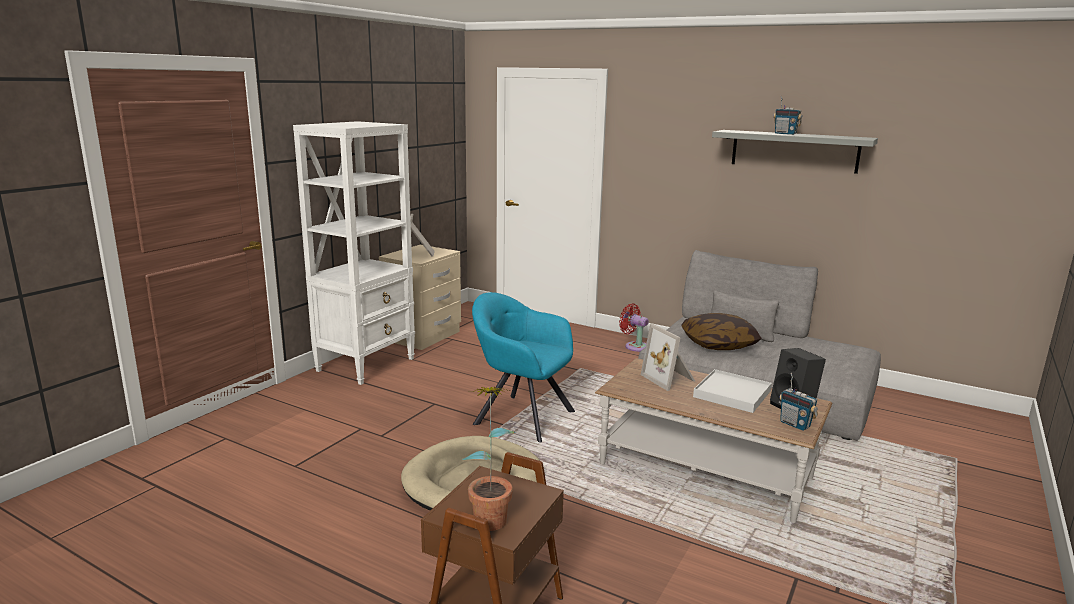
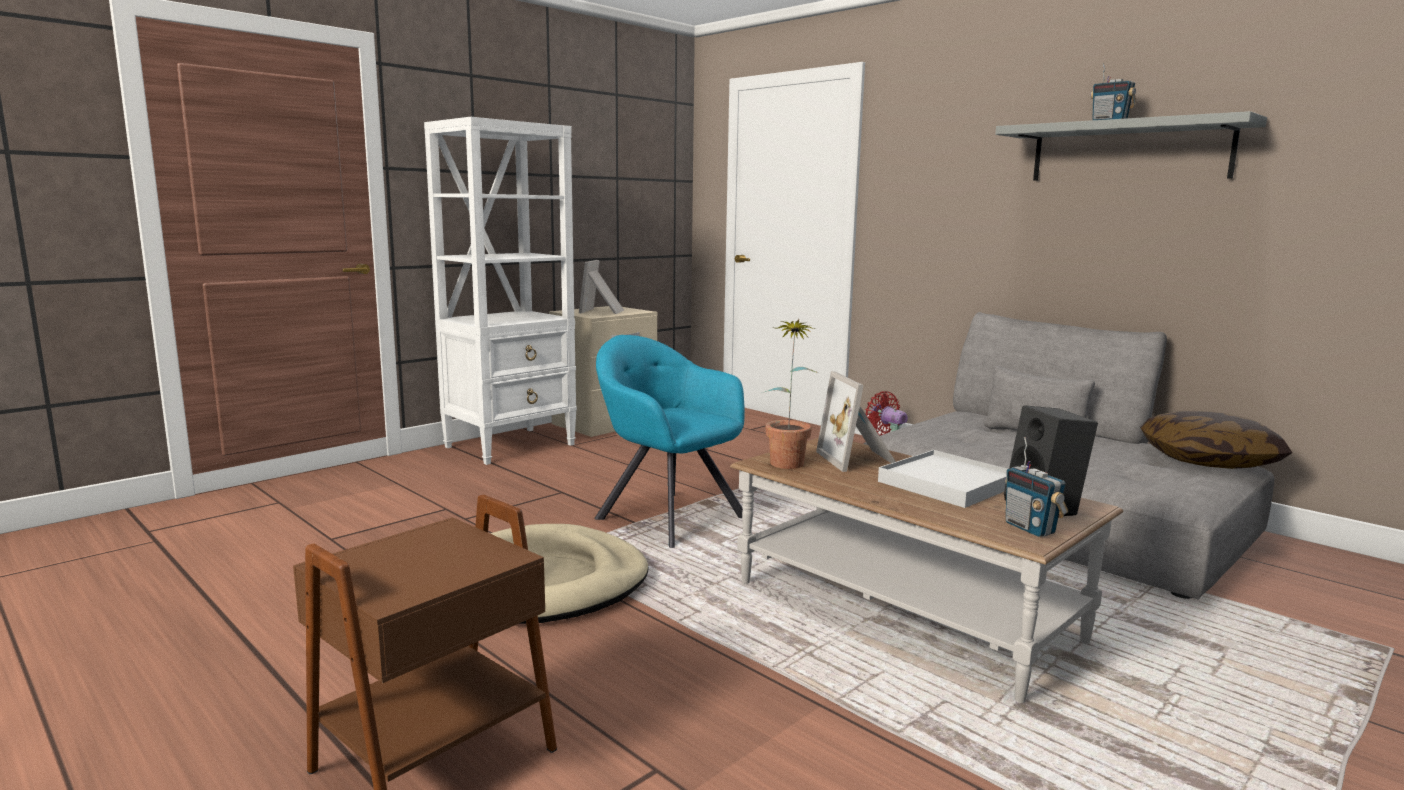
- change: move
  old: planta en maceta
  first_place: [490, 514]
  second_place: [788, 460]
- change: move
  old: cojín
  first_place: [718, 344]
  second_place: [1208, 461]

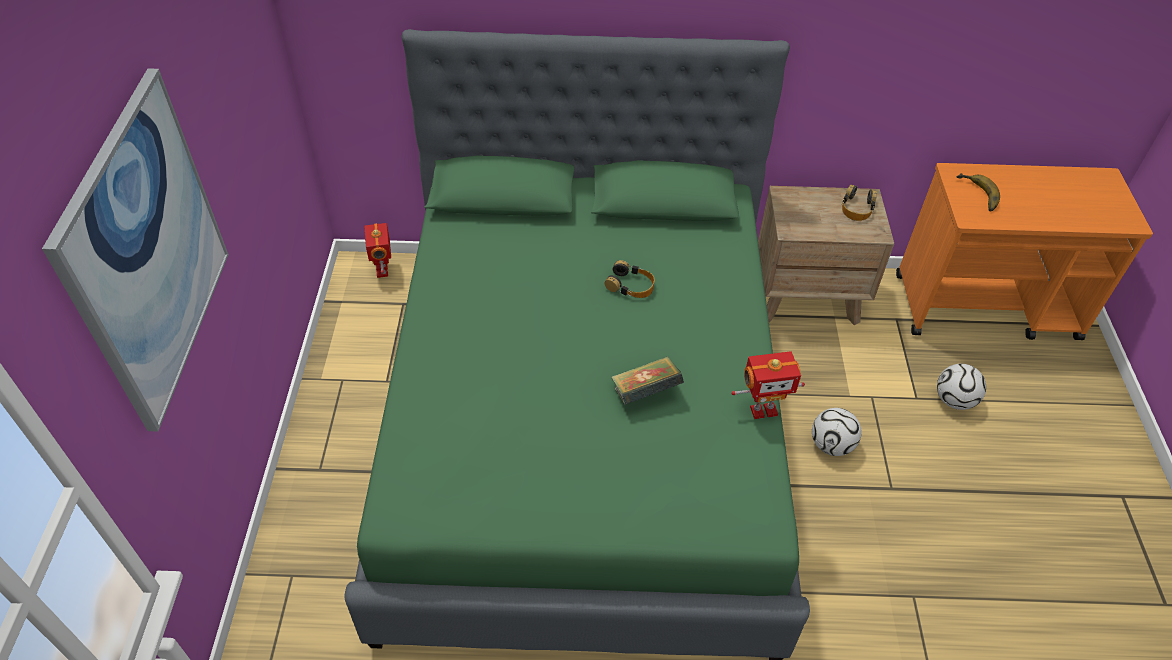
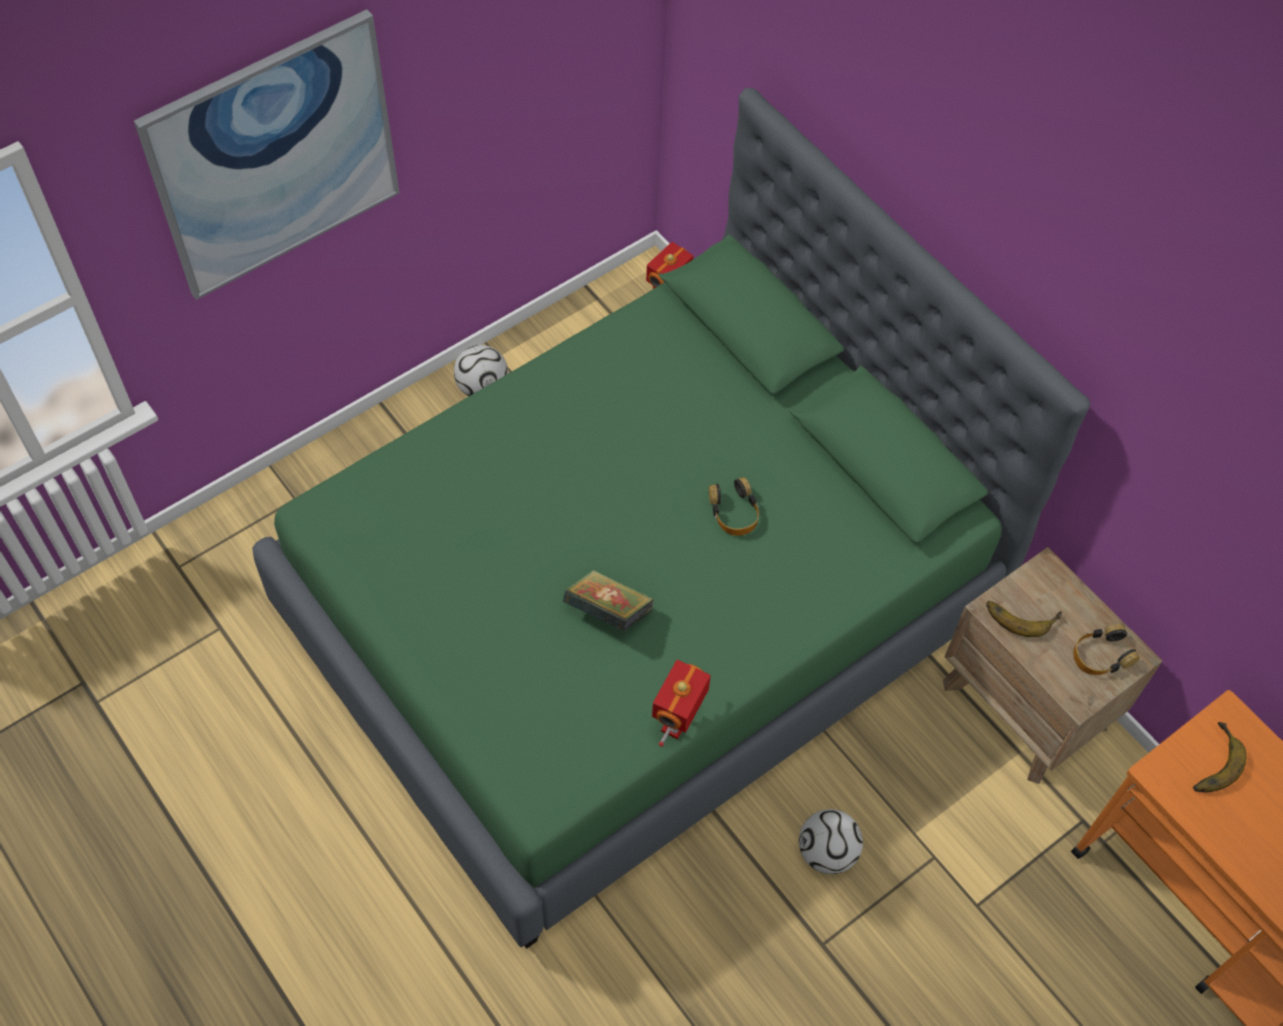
- change: move
  old: balón de fútbol
  first_place: [954, 400]
  second_place: [482, 388]
- change: rotate
  old: robot de juguete
  first_place: [763, 409]
  second_place: [677, 724]
  degrees: 75
- change: insert
  new: plátano
  second_place: [1021, 614]

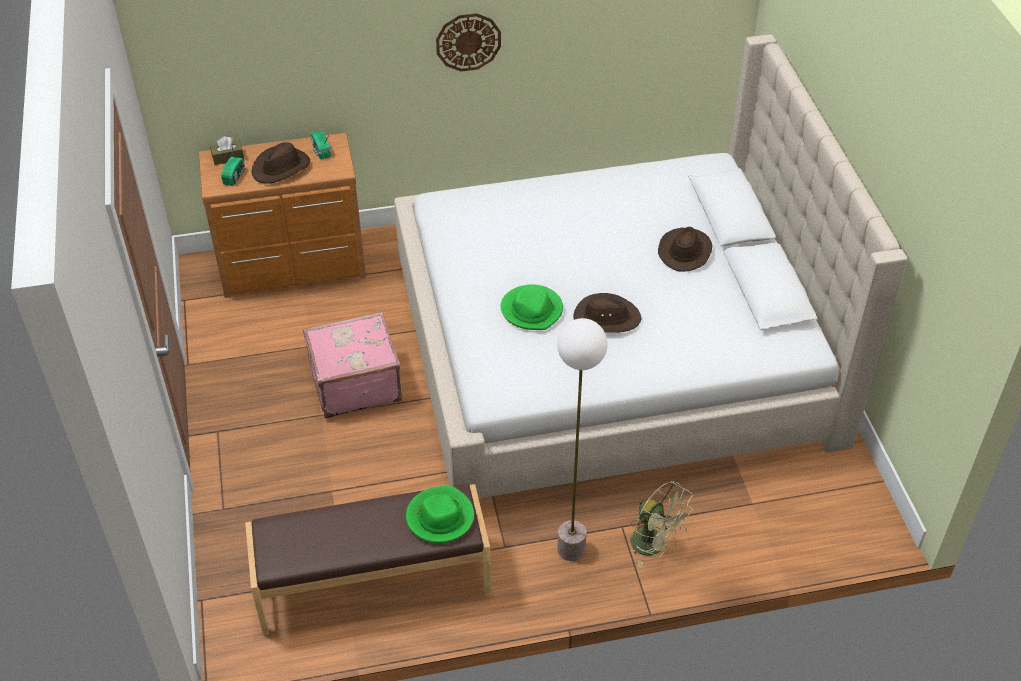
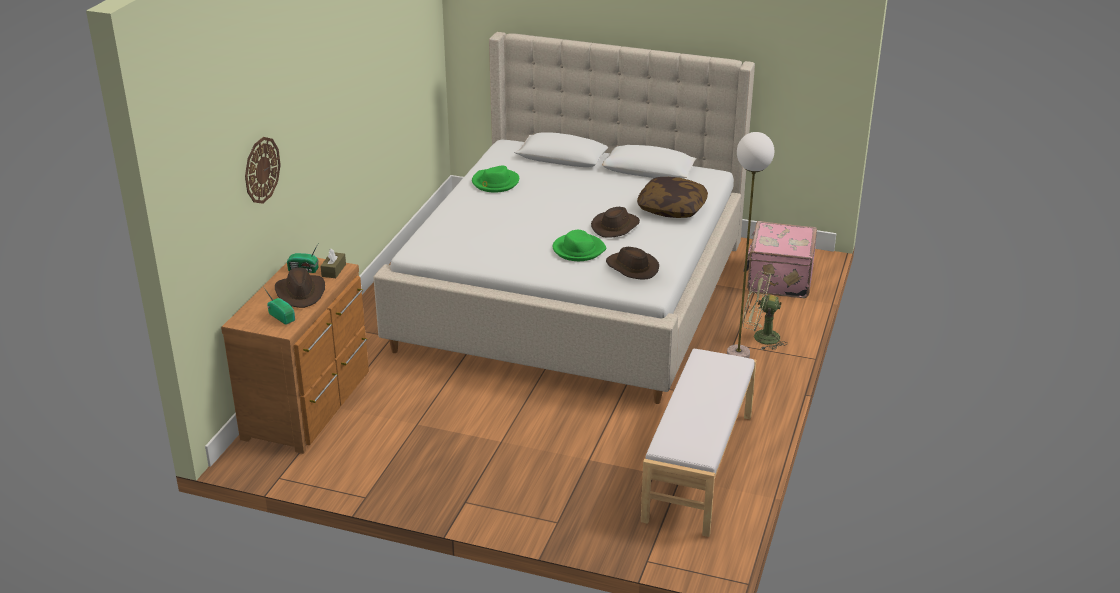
- change: move
  old: reloj de pared
  first_place: [468, 41]
  second_place: [261, 170]
- change: move
  old: caja de pañuelos (marrón)
  first_place: [228, 157]
  second_place: [333, 270]
- change: move
  old: sombrero (verde)
  first_place: [439, 517]
  second_place: [495, 183]
- change: move
  old: sombrero (marrón)
  first_place: [684, 251]
  second_place: [631, 267]
- change: insert
  new: cojín
  second_place: [672, 208]
- change: recolor
  old: banco (marrón)
  new: banco (blanco)
  first_place: [373, 584]
  second_place: [700, 467]
- change: move
  old: maleta (rosa)
  first_place: [354, 384]
  second_place: [778, 280]
- change: rotate
  old: ventilador (verde)
  first_place: [654, 546]
  second_place: [760, 337]
  degrees: -150

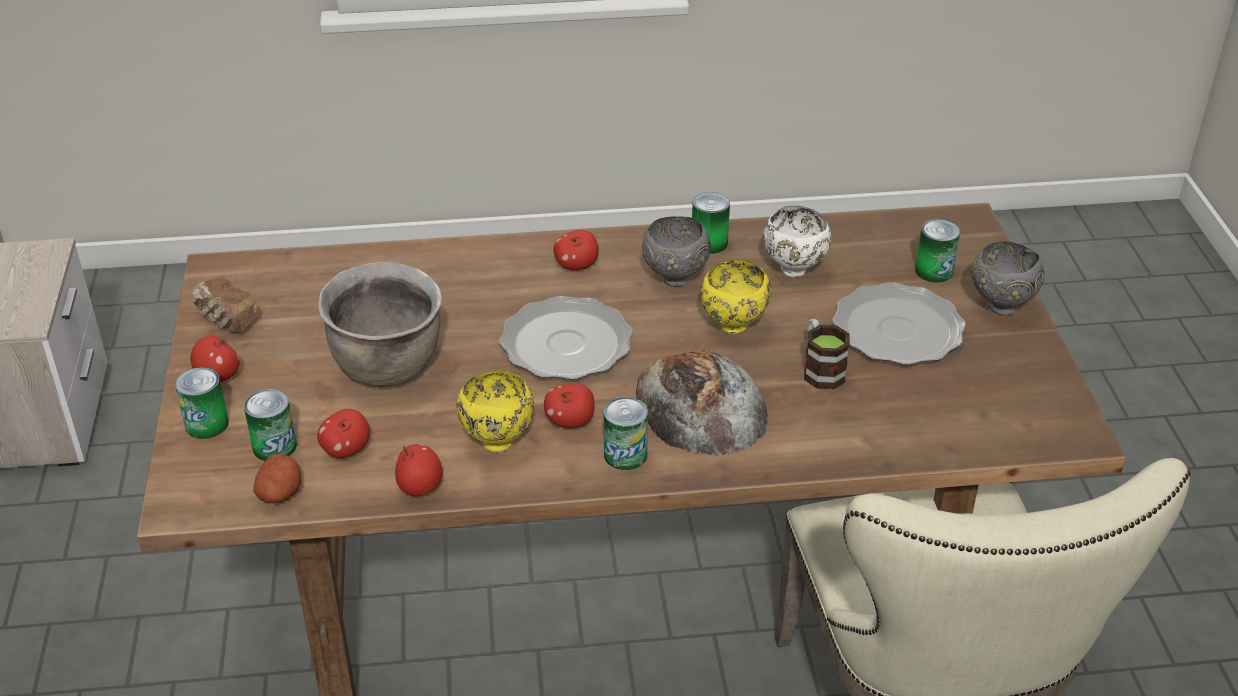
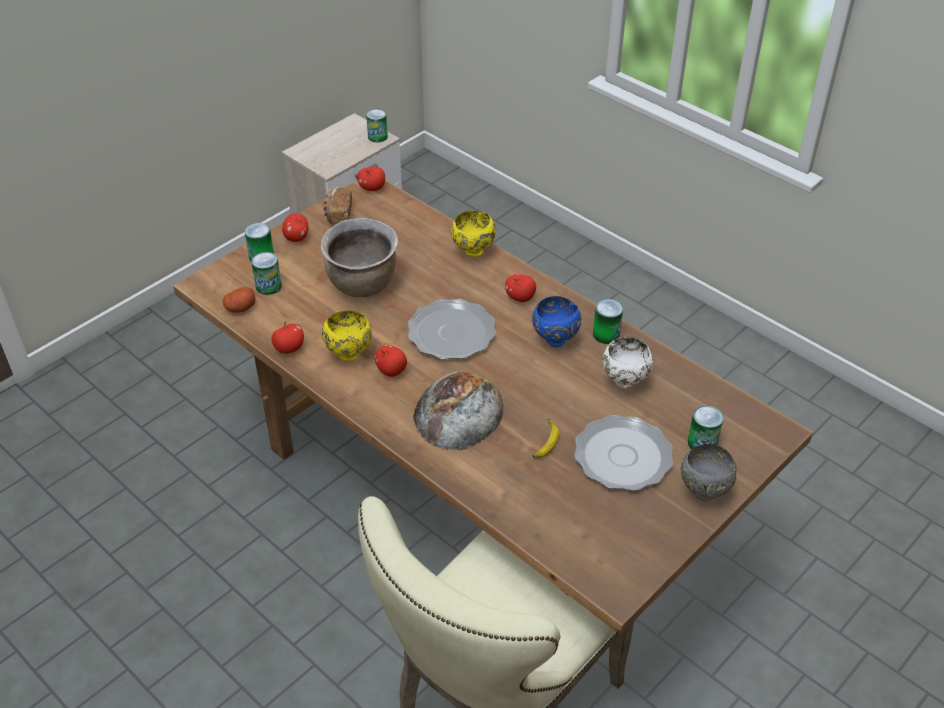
- change: move
  old: manzana
  first_place: [346, 450]
  second_place: [372, 188]
- change: move
  old: lata
  first_place: [625, 455]
  second_place: [377, 136]
- change: move
  old: cuenco (amarillo)
  first_place: [733, 327]
  second_place: [472, 252]
- change: recolor
  old: cuenco (gris)
  new: cuenco (azul)
  first_place: [674, 280]
  second_place: [554, 340]
- change: replace
  old: taza grande
  new: plátano
  first_place: [820, 369]
  second_place: [545, 442]

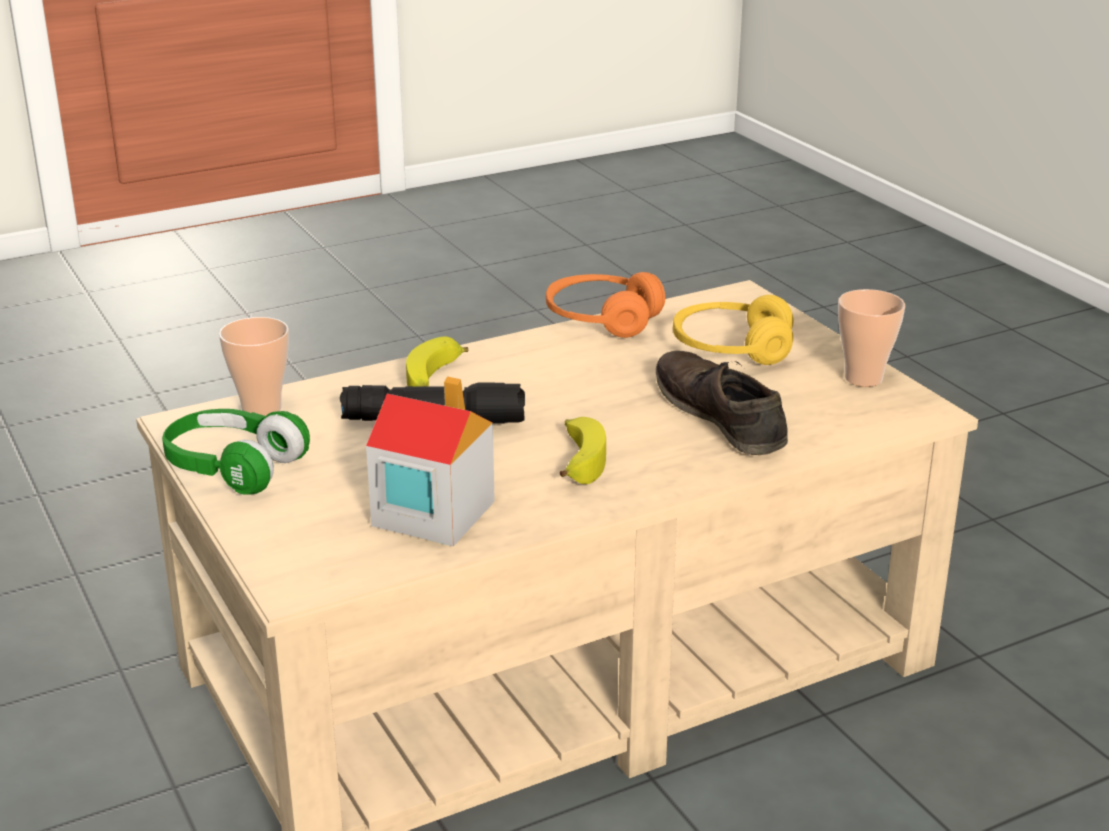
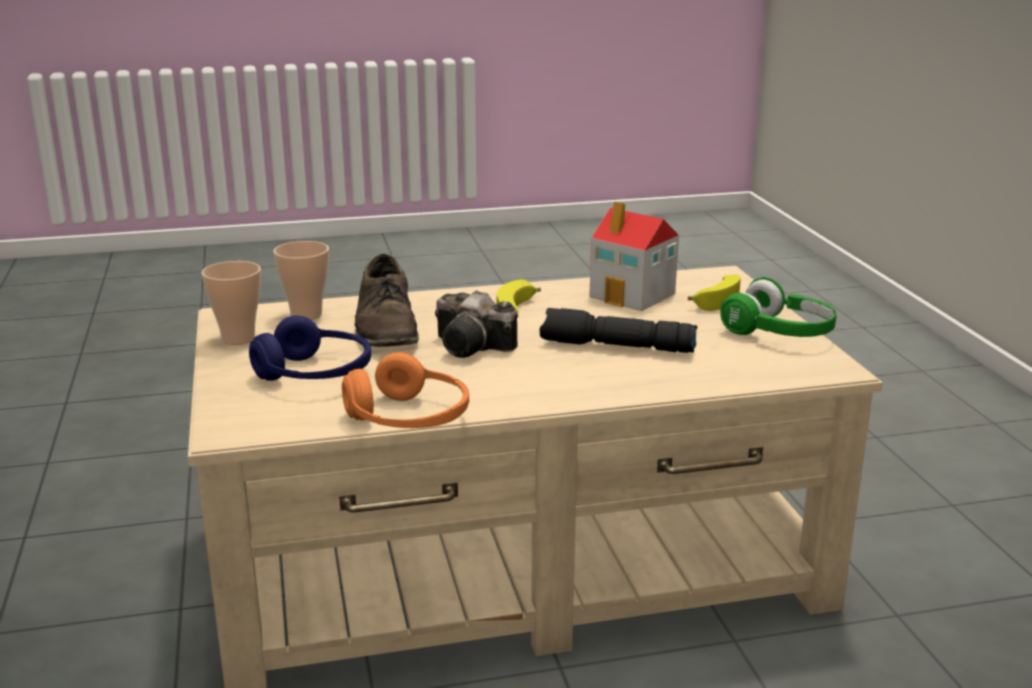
- change: recolor
  old: auriculares (amarillo)
  new: auriculares (azul)
  first_place: [731, 349]
  second_place: [314, 374]
- change: move
  old: taza
  first_place: [261, 409]
  second_place: [306, 315]
- change: insert
  new: cámara
  second_place: [475, 347]
- change: move
  old: plátano
  first_place: [434, 379]
  second_place: [717, 299]

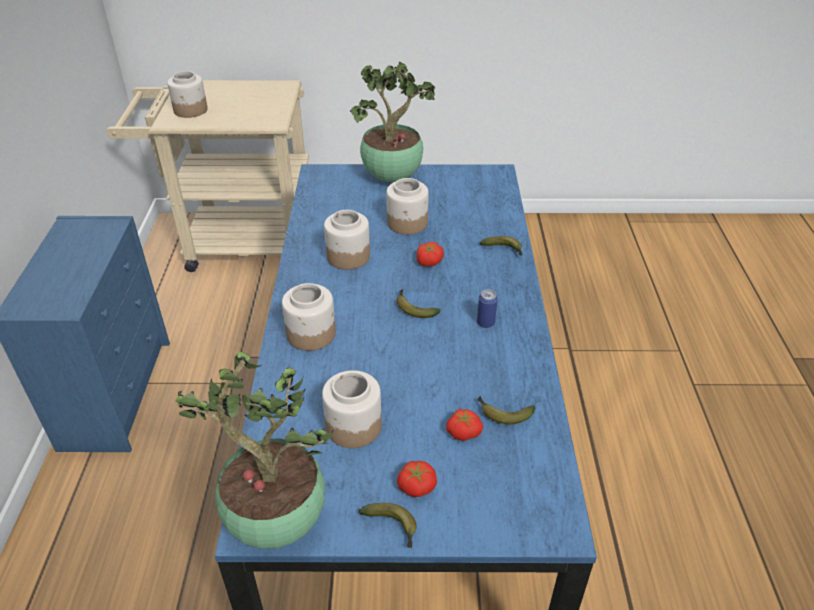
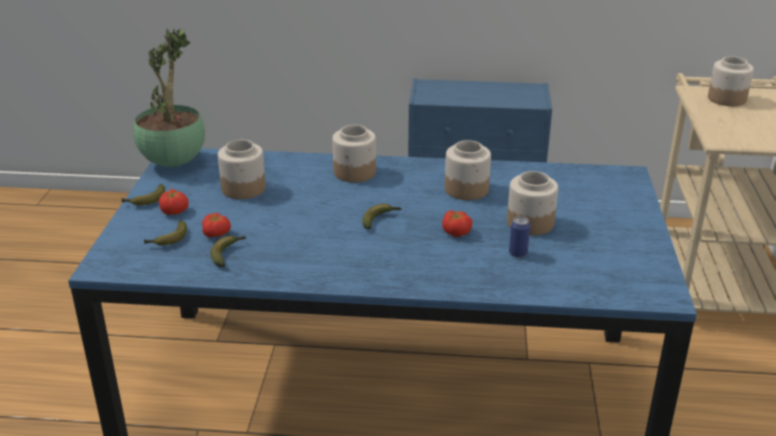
- change: move
  old: plátano
  first_place: [504, 250]
  second_place: [168, 239]
- change: move
  old: lata
  first_place: [485, 323]
  second_place: [518, 253]
- change: delete
  old: planta en maceta
  first_place: [394, 177]

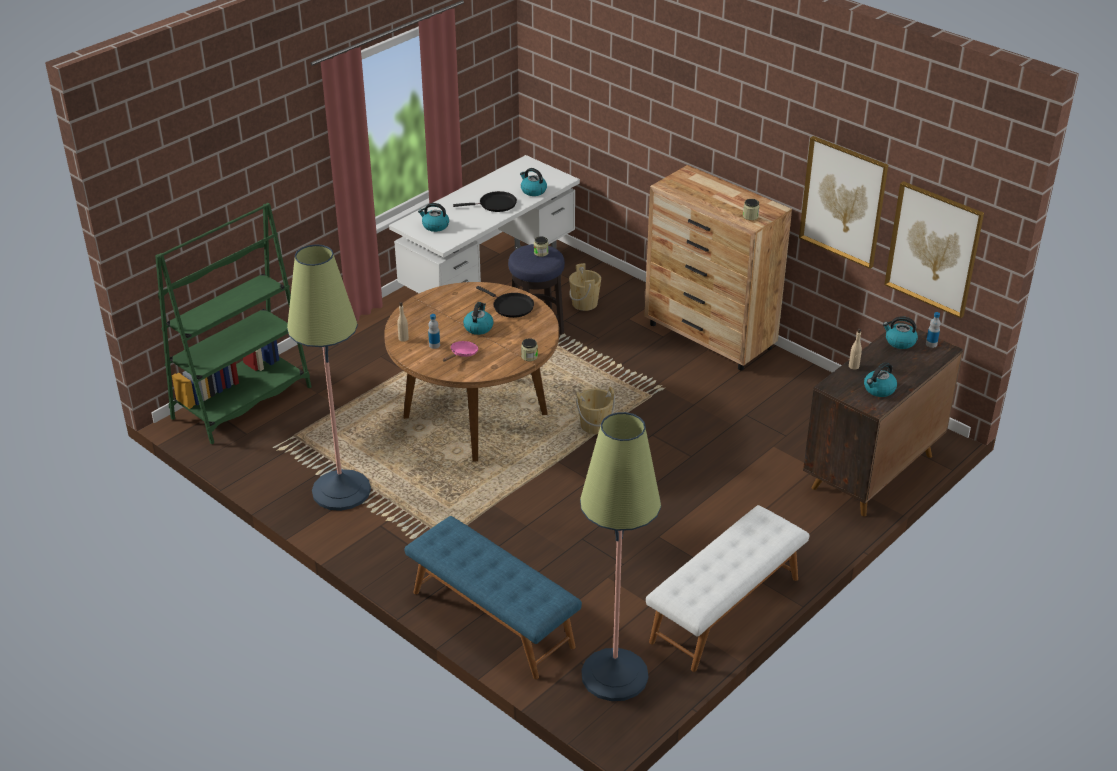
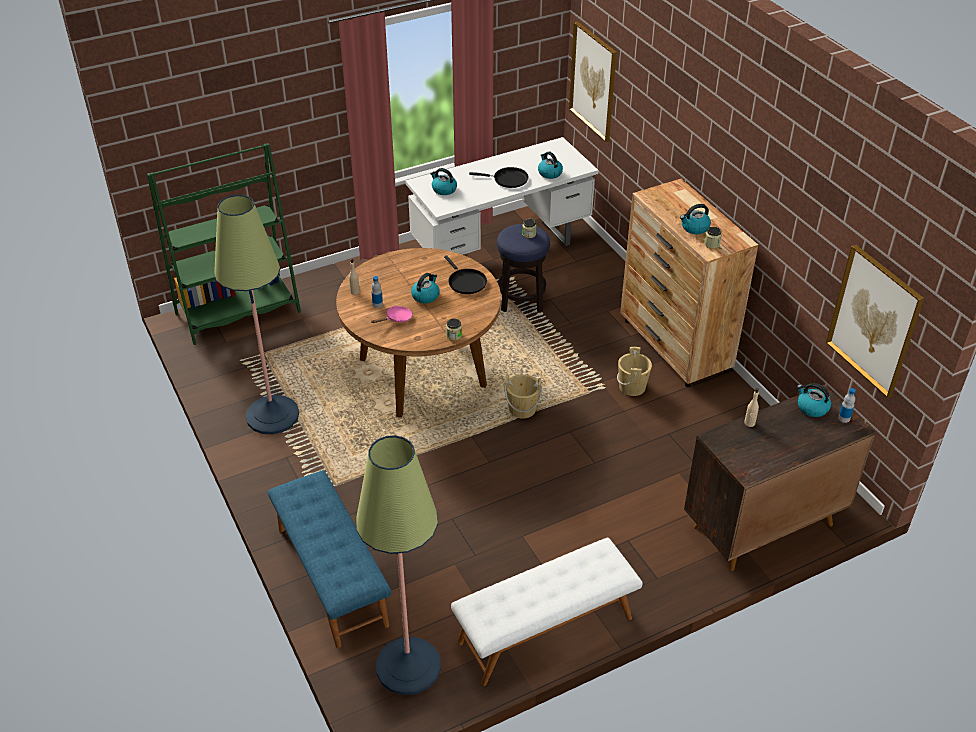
- change: move
  old: cuadro
  first_place: [843, 201]
  second_place: [593, 81]
- change: move
  old: cubo (beis)
  first_place: [584, 303]
  second_place: [632, 387]
- change: move
  old: hervidor
  first_place: [879, 389]
  second_place: [694, 228]

